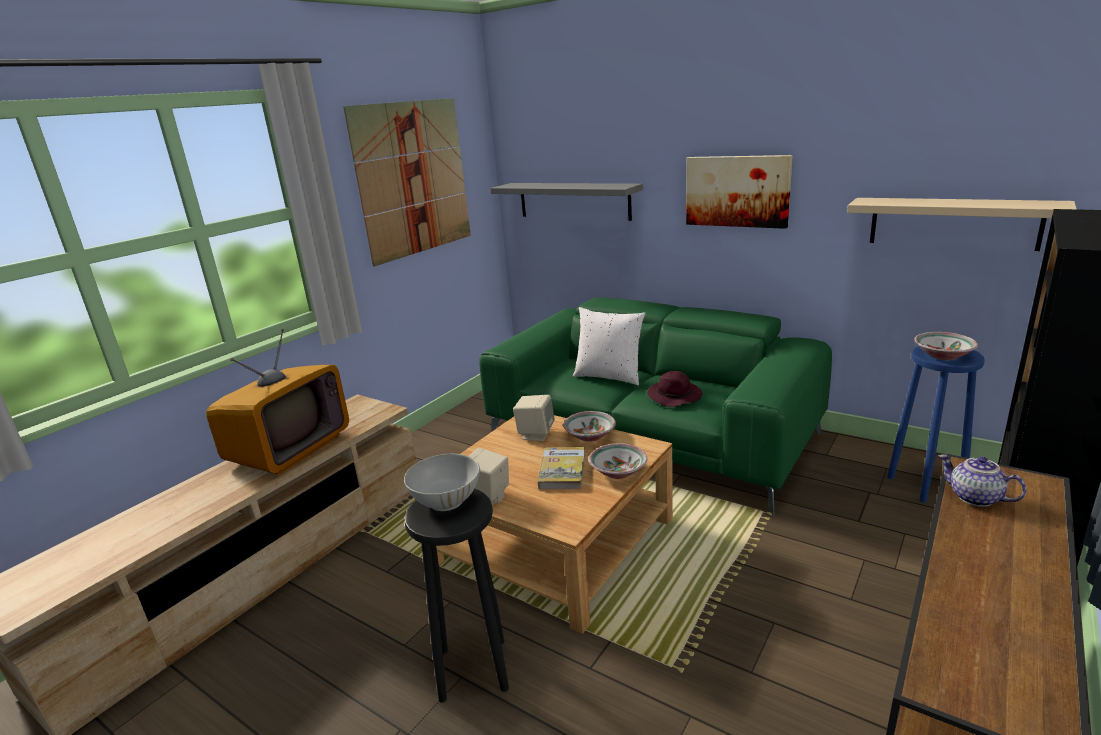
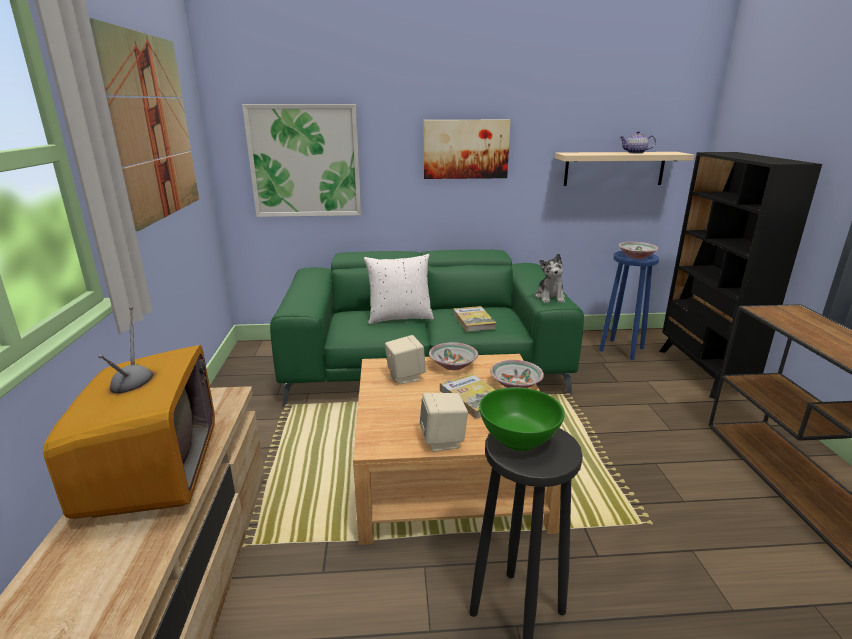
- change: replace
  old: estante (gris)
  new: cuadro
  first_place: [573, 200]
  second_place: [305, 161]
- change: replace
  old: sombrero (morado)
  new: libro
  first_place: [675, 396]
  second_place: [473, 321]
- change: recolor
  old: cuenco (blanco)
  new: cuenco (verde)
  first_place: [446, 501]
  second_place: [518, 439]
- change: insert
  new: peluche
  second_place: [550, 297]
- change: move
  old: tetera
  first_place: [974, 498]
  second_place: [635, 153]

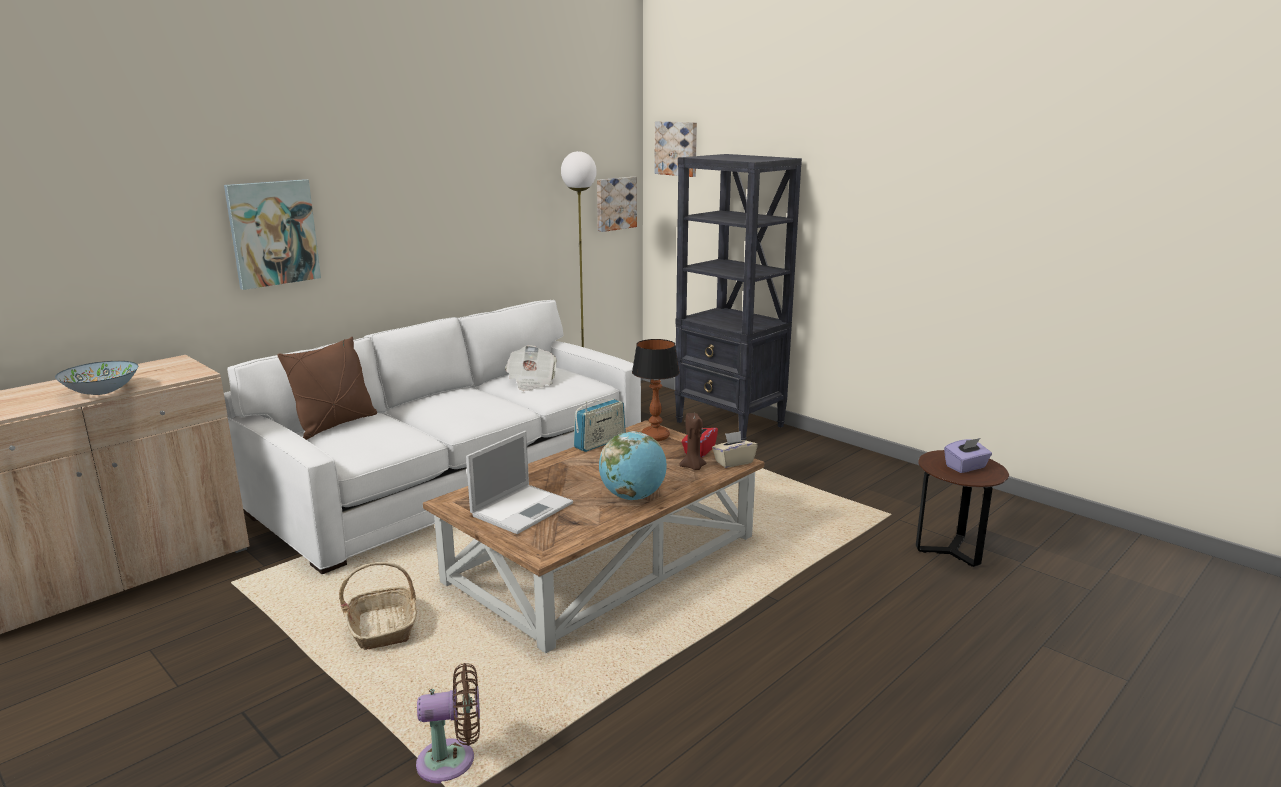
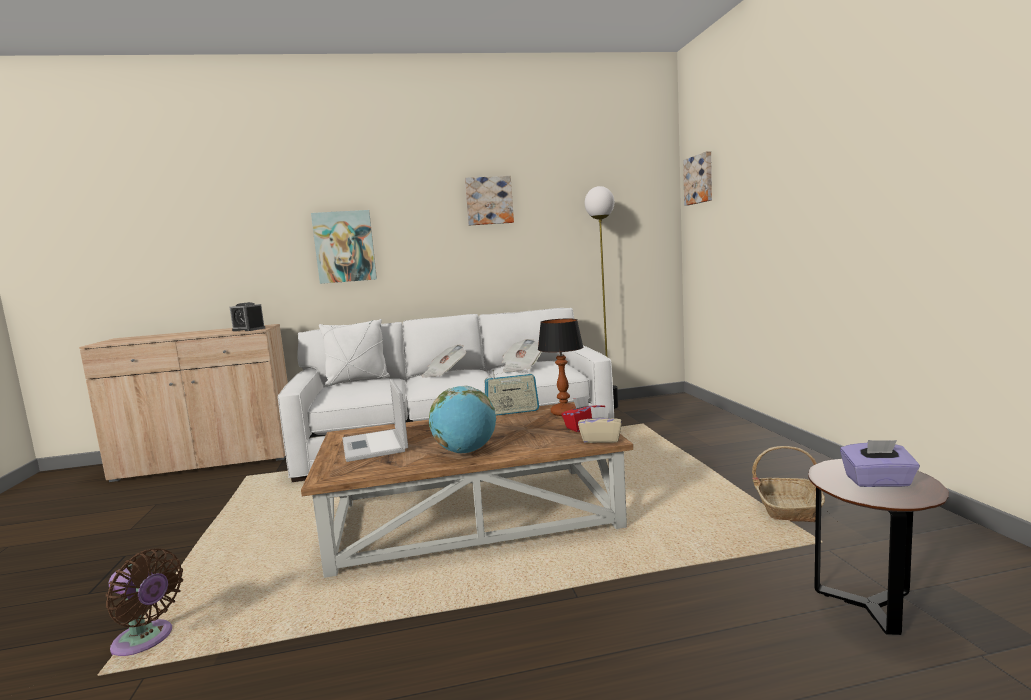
- change: insert
  new: despertador
  second_place: [249, 329]
- change: recolor
  old: cojín (marrón)
  new: cojín (blanco)
  first_place: [335, 425]
  second_place: [357, 381]
- change: rotate
  old: portátil
  first_place: [523, 508]
  second_place: [375, 446]
  degrees: 90
- change: insert
  new: periódico
  second_place: [444, 373]
- change: move
  old: cuadro
  first_place: [615, 203]
  second_place: [489, 201]
- change: move
  old: cesta
  first_place: [383, 628]
  second_place: [787, 508]
- change: delete
  old: cuenco
  first_place: [102, 392]
- change: delete
  old: estantería (negro)
  first_place: [730, 424]
- change: delete
  old: vela (marrón)
  first_place: [693, 467]

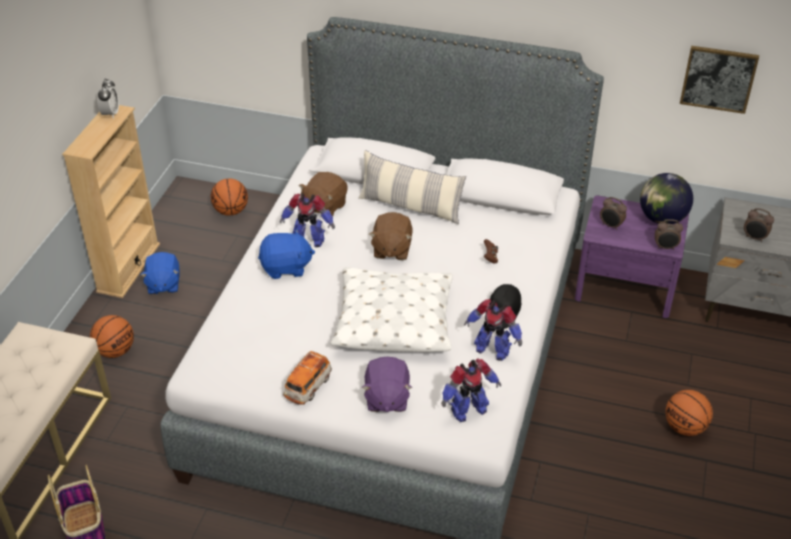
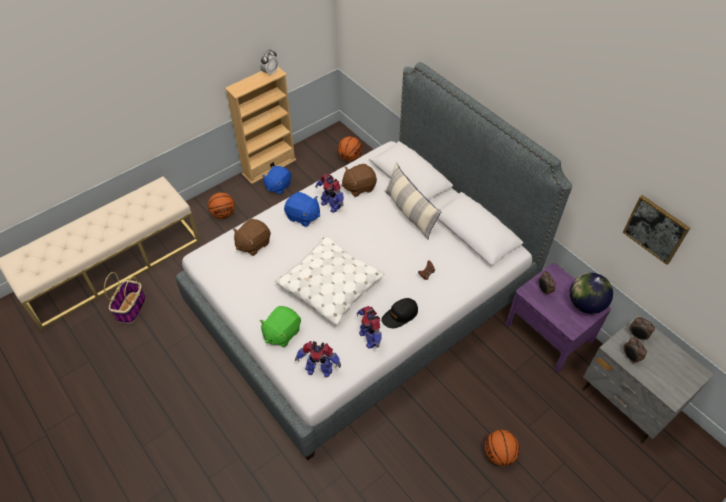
- change: move
  old: peluche (marrón)
  first_place: [391, 249]
  second_place: [253, 244]
- change: recolor
  old: peluche (morado)
  new: peluche (verde)
  first_place: [386, 398]
  second_place: [281, 333]
- change: move
  old: despertador
  first_place: [665, 247]
  second_place: [637, 336]
- change: delete
  old: coche de juguete
  first_place: [308, 387]

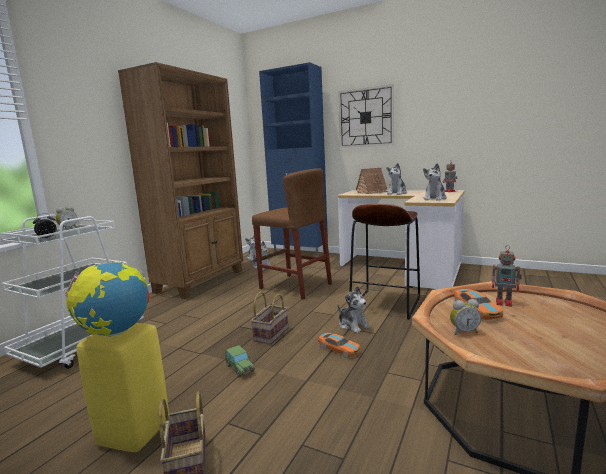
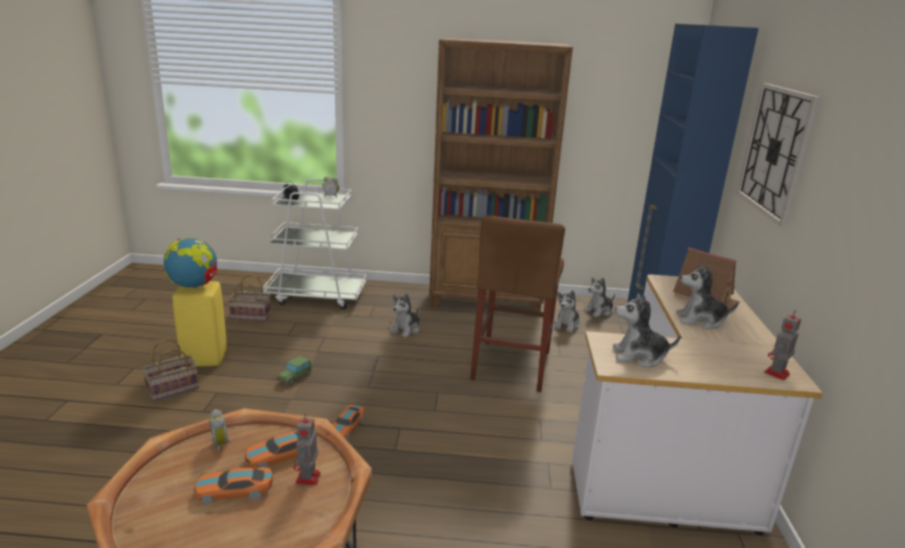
- change: insert
  new: coche de juguete
  second_place: [234, 491]
- change: move
  old: cesta
  first_place: [271, 334]
  second_place: [252, 315]
- change: move
  old: peluche
  first_place: [353, 325]
  second_place: [406, 329]
- change: delete
  old: taburete (marrón)
  first_place: [385, 304]

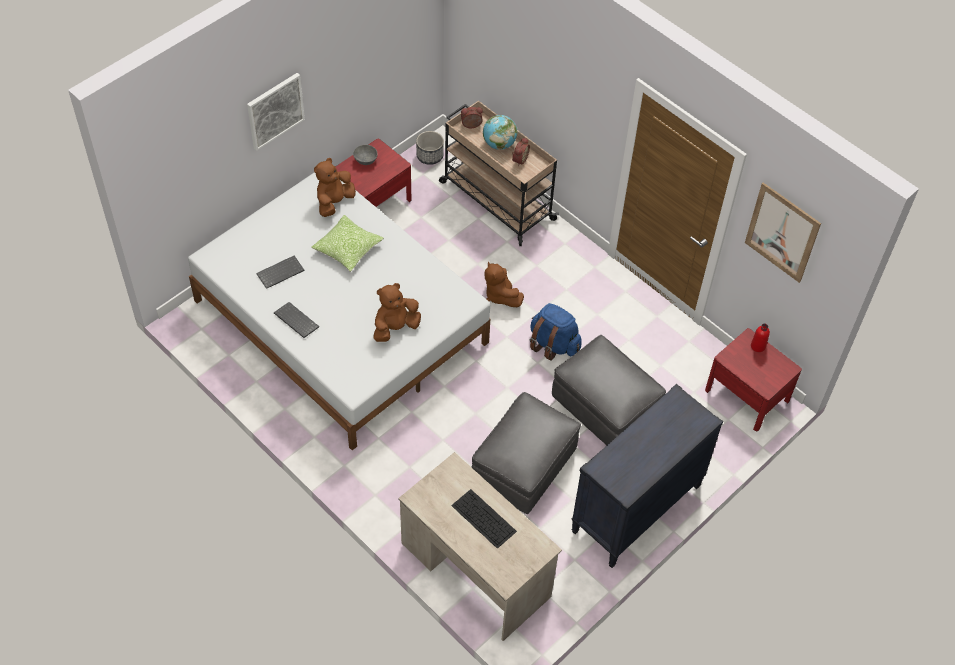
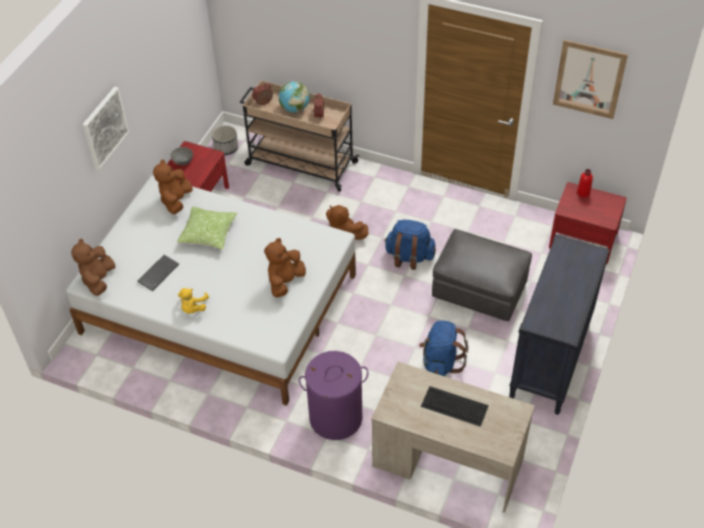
- change: insert
  new: peluche (marrón)
  second_place: [98, 280]
- change: replace
  old: teclado
  new: peluche (amarillo)
  first_place: [295, 321]
  second_place: [193, 308]
- change: insert
  new: cesto de la ropa (morado)
  second_place: [335, 418]
- change: replace
  old: puf (gris)
  new: mochila (azul)
  first_place: [524, 467]
  second_place: [440, 362]

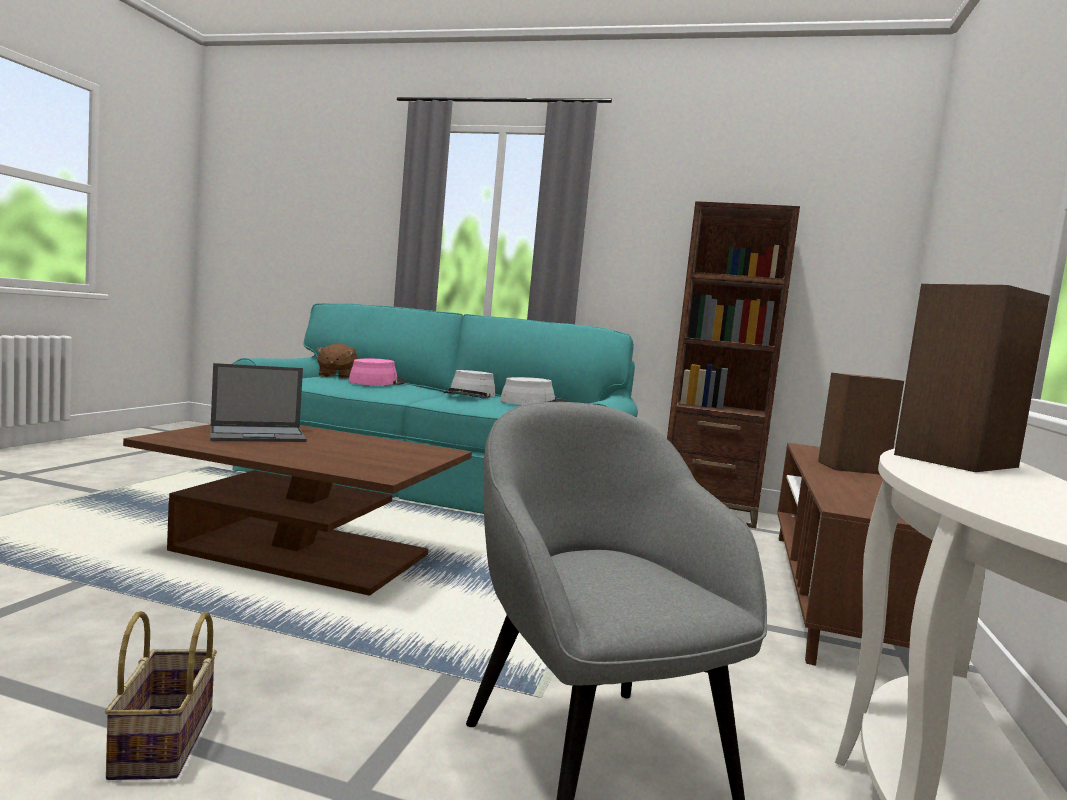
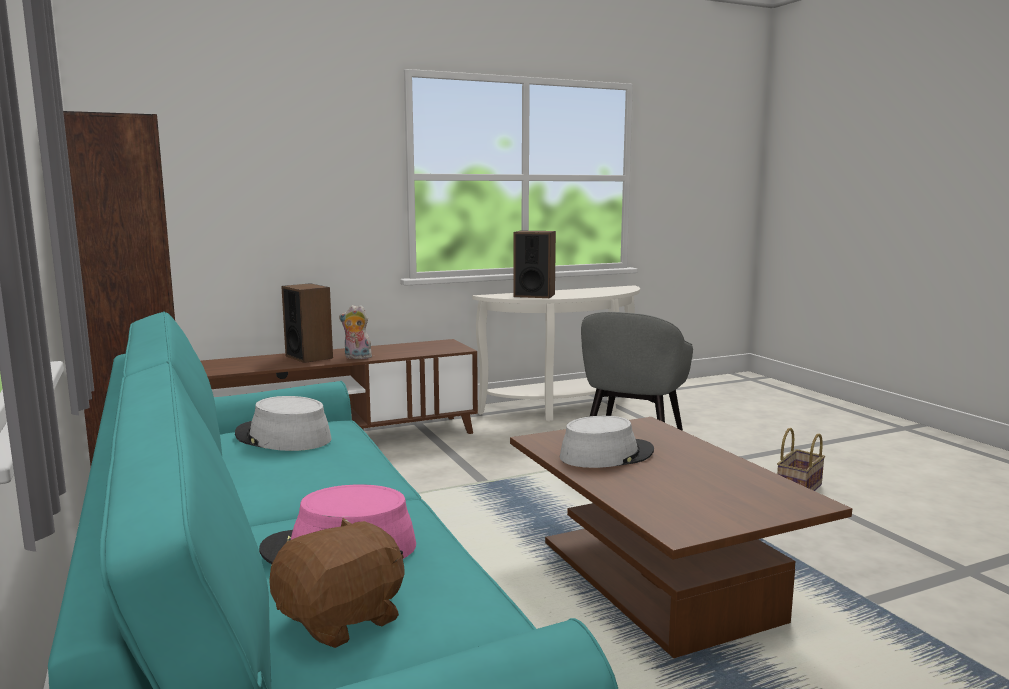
- change: insert
  new: peluche
  second_place: [356, 357]
- change: move
  old: sombrero (gris)
  first_place: [470, 395]
  second_place: [606, 455]
- change: delete
  old: portátil
  first_place: [259, 435]

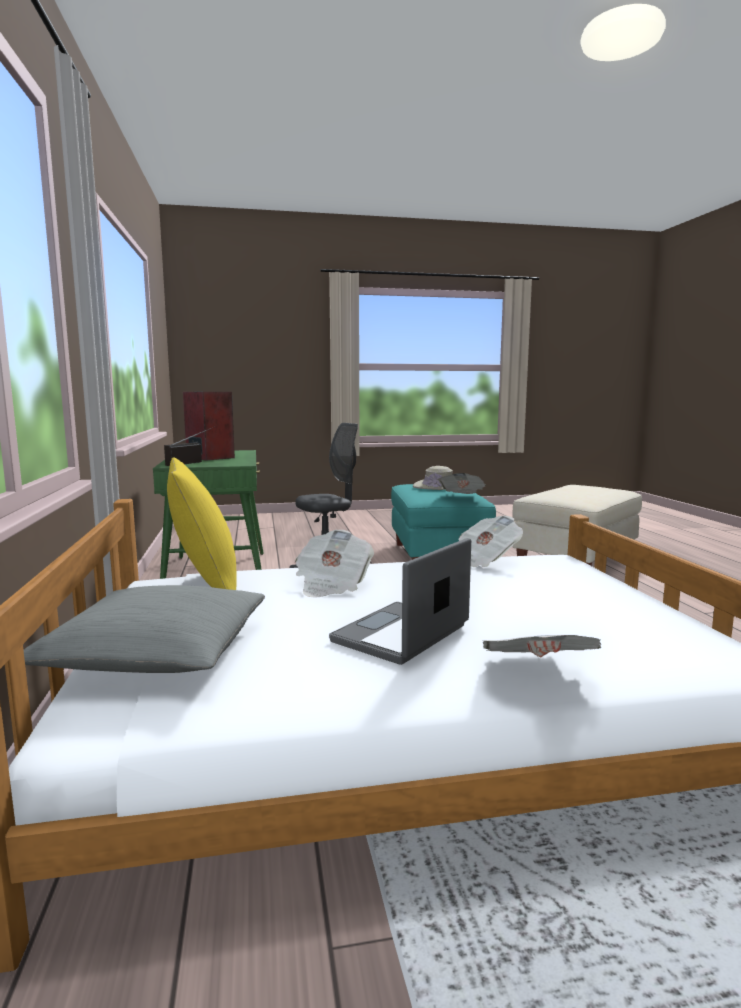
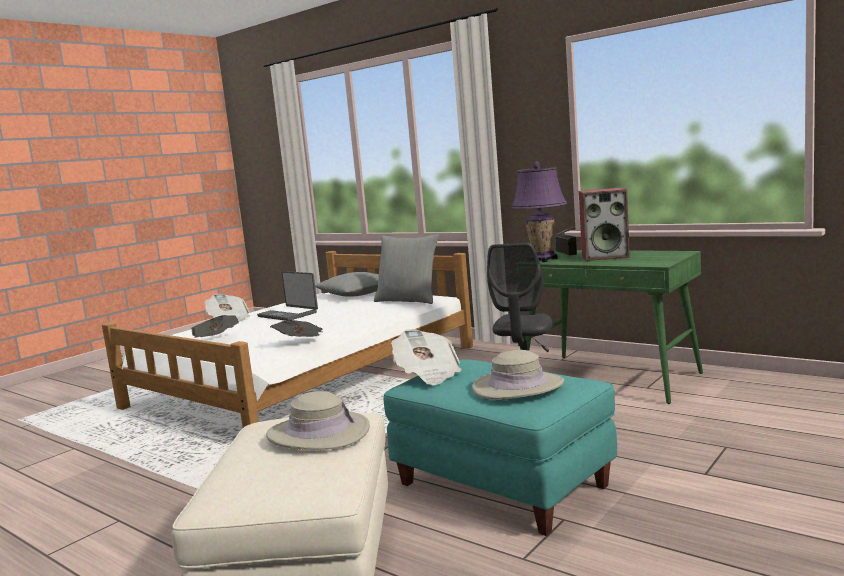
- change: move
  old: periódico
  first_place: [332, 584]
  second_place: [216, 339]
- change: rotate
  old: portátil
  first_place: [403, 635]
  second_place: [289, 314]
  degrees: 135
- change: insert
  new: sombrero (beis)
  second_place: [318, 433]
- change: recolor
  old: cojín (amarillo)
  new: cojín (gris)
  first_place: [205, 586]
  second_place: [408, 300]
- change: insert
  new: lámpara de mesa (morado)
  second_place: [542, 260]

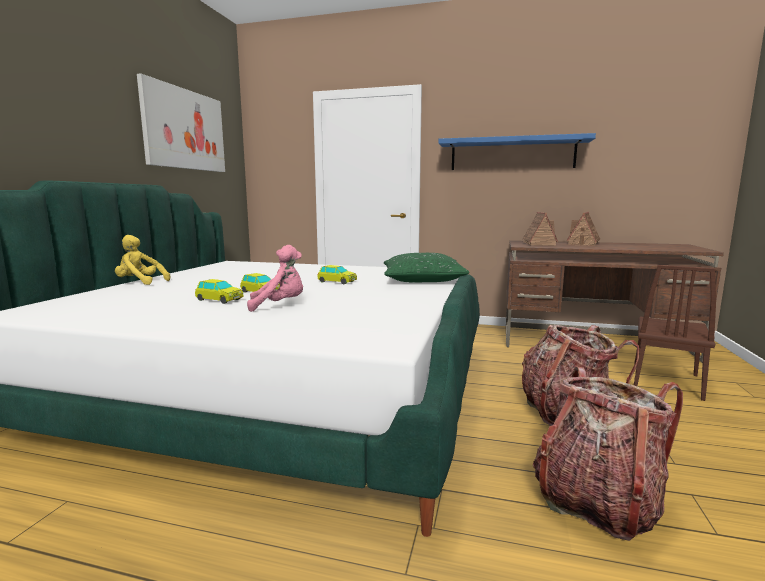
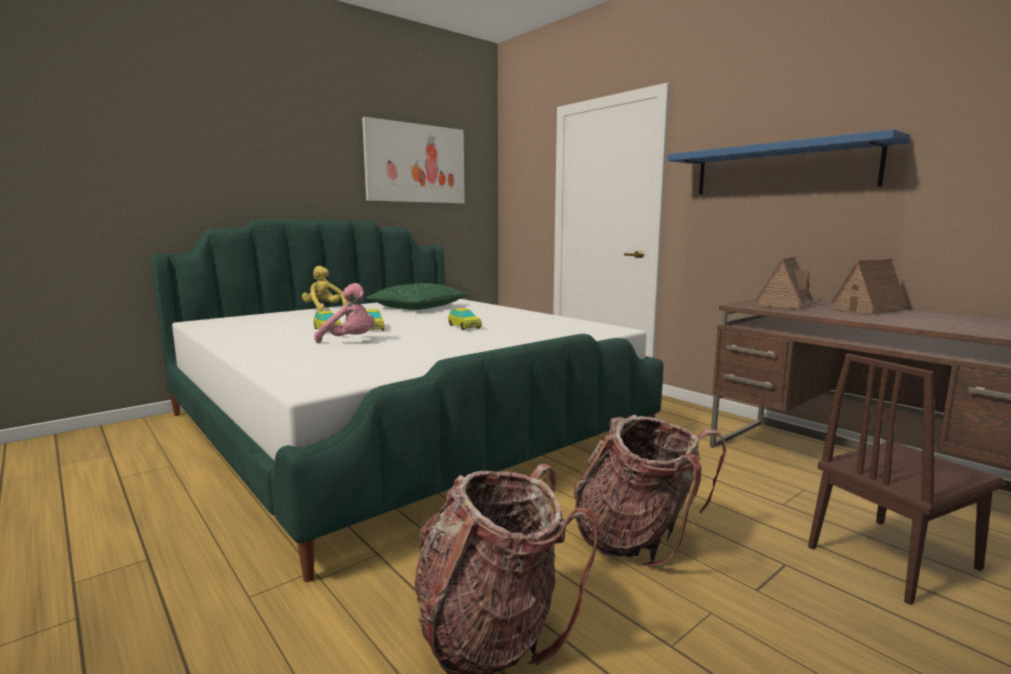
- change: move
  old: cojín (verde)
  first_place: [422, 279]
  second_place: [417, 307]

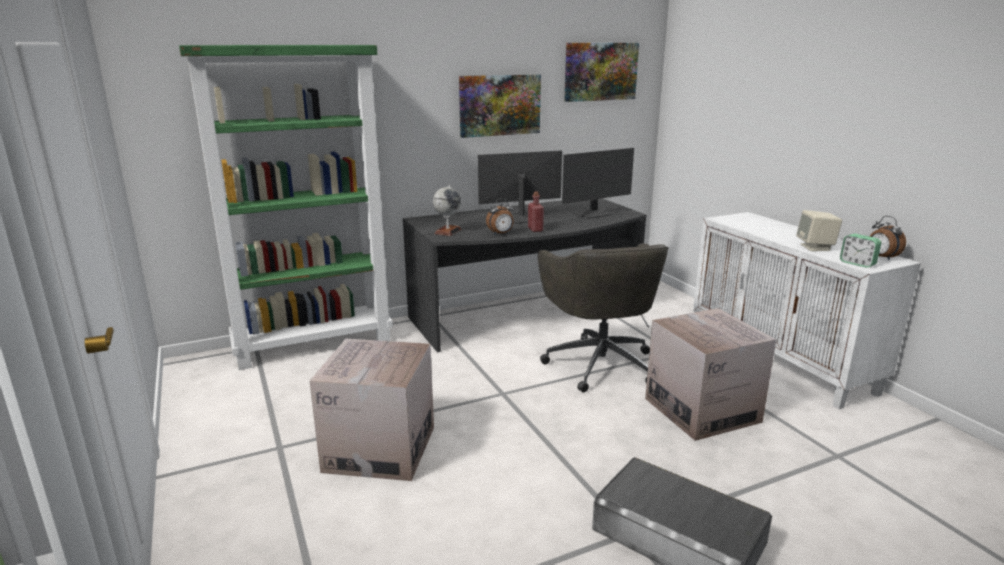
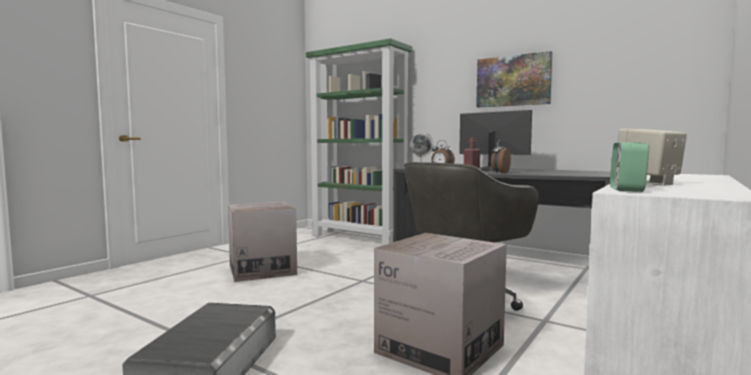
- change: move
  old: despertador
  first_place: [881, 257]
  second_place: [499, 173]
- change: delete
  old: monitor
  first_place: [593, 214]
- change: delete
  old: cuadro
  first_place: [600, 71]

